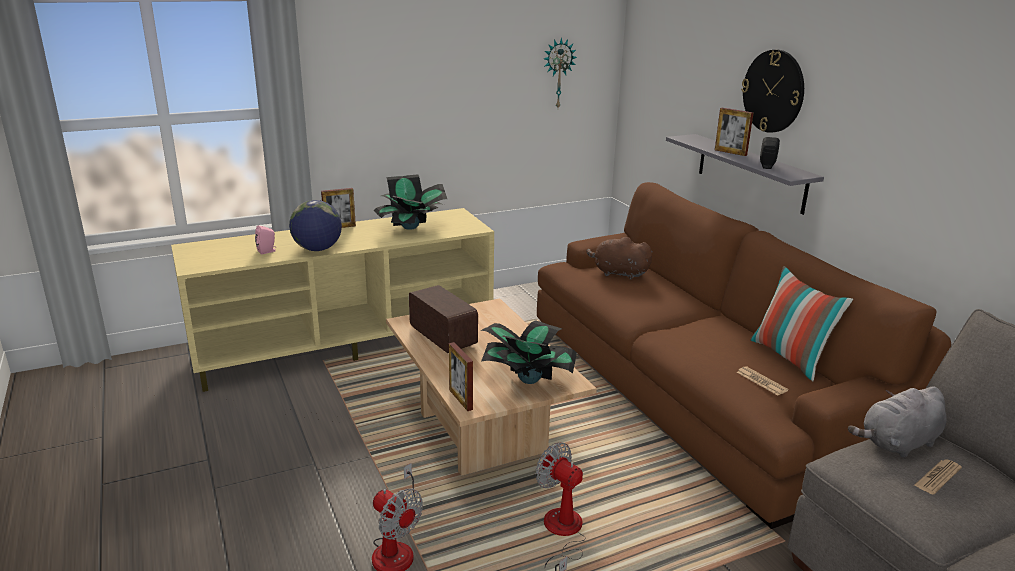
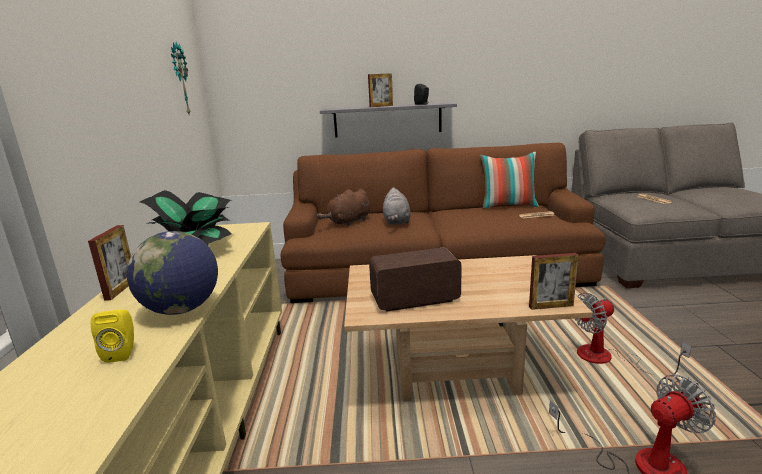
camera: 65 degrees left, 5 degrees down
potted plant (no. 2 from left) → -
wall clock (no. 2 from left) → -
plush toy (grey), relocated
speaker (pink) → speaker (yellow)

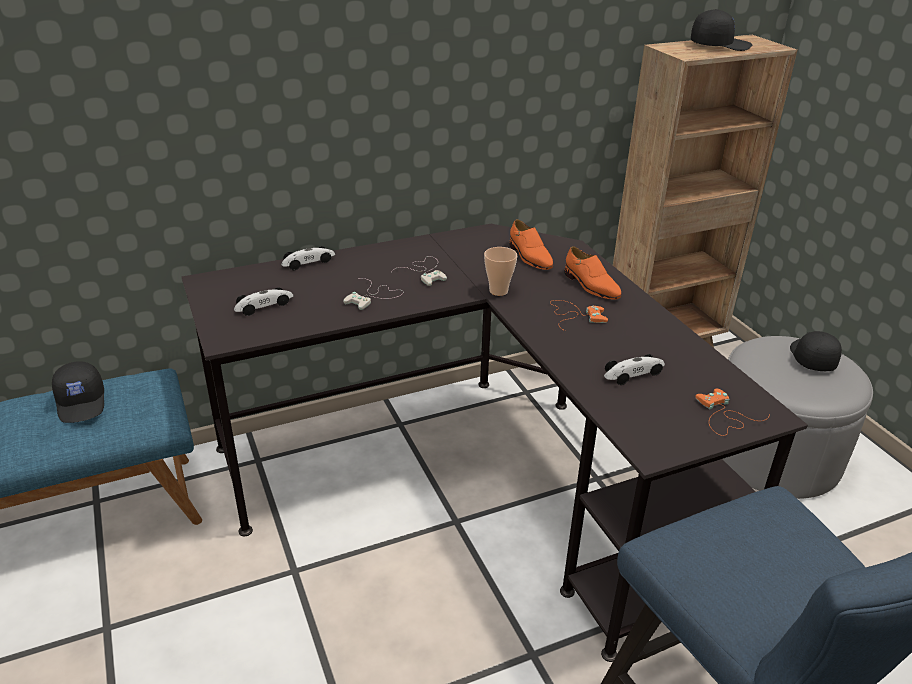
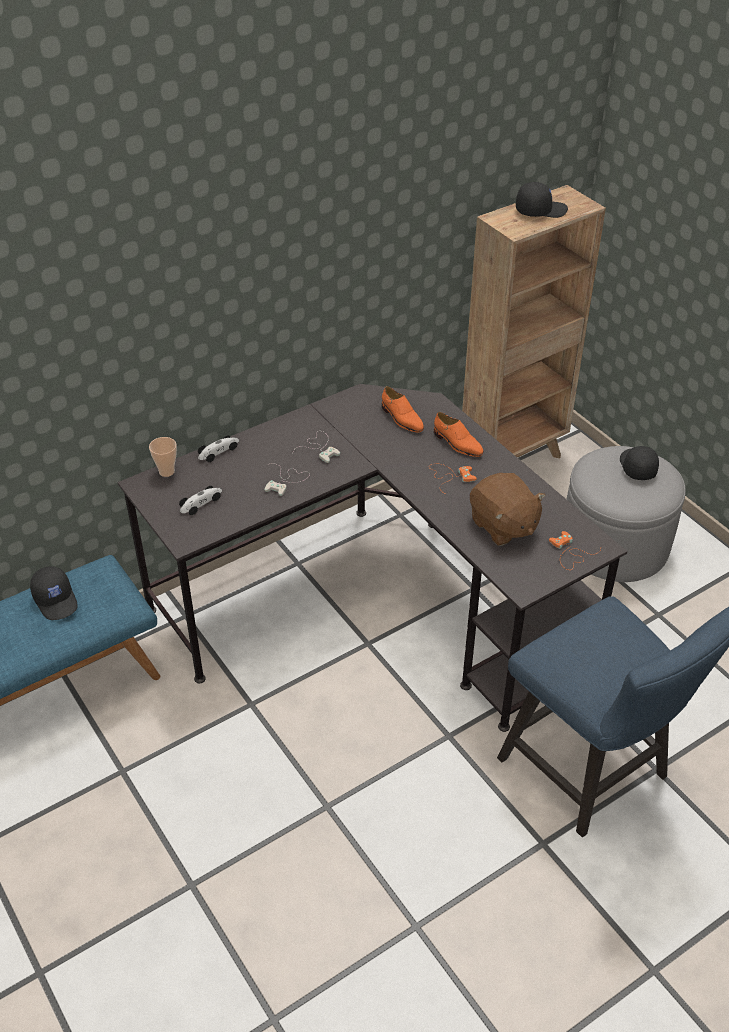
camera: 10 degrees left, 10 degrees up
cup, relocated
toy car (no. 3 from left) → plush toy (brown)

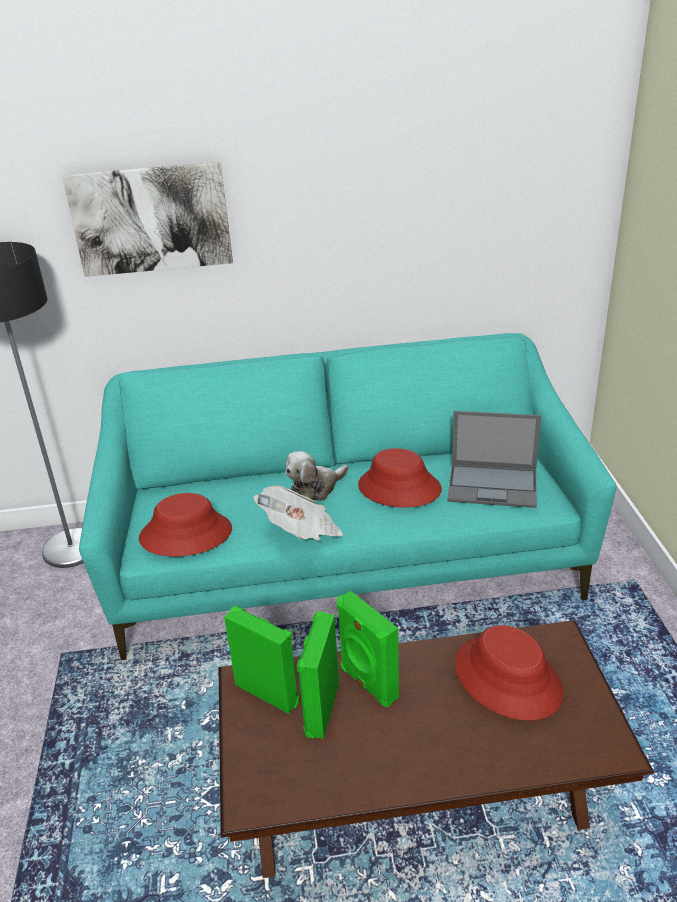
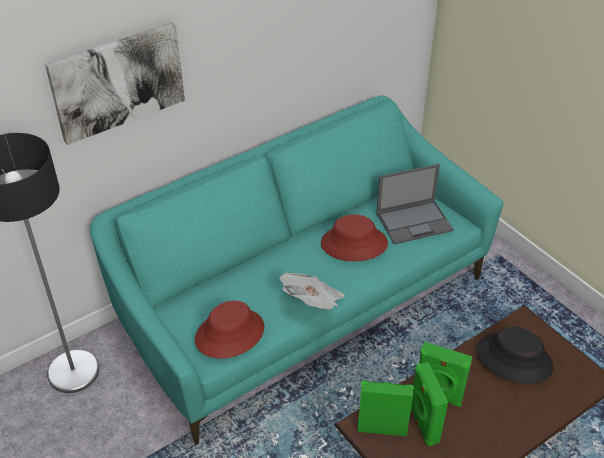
camera: 30 degrees left, 10 degrees up
plush toy → -
hat (red) (no. 3 from left) → hat (black)

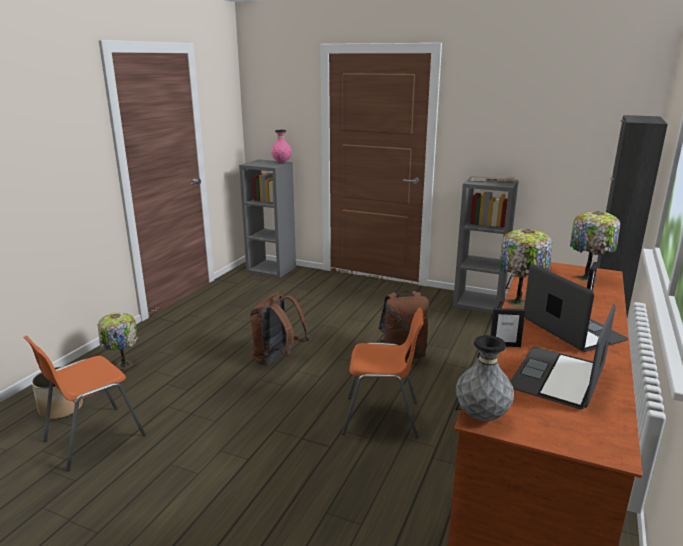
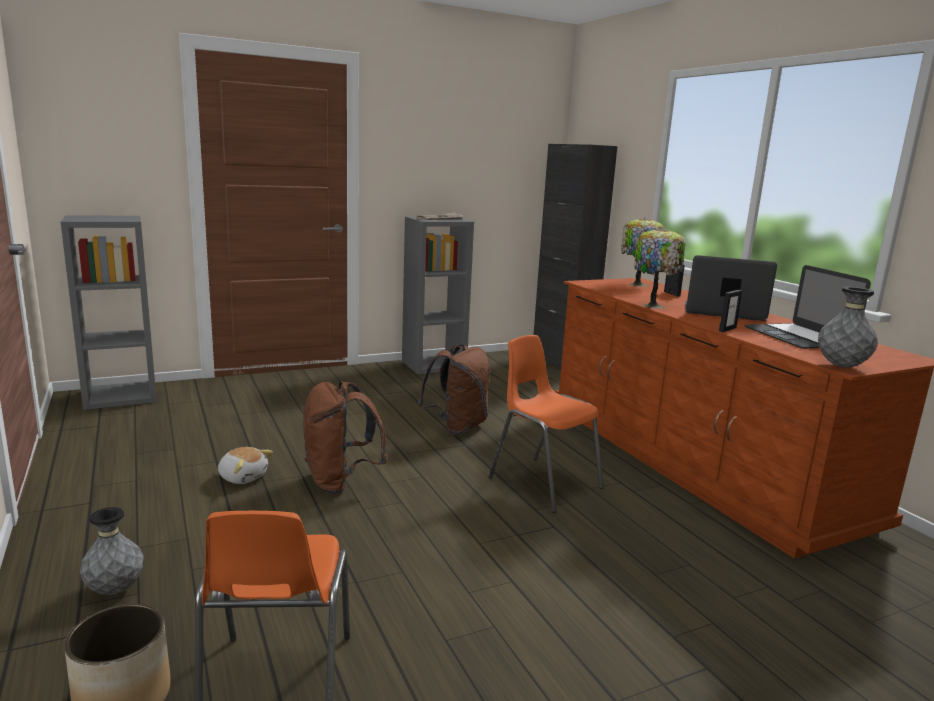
camera: 50 degrees left, 5 degrees down
vase (pink) → -
- → plush toy
table lamp (no. 1 from left) → vase (grey) (no. 1 from left)
chair (orange) (no. 2 from left), 90 degrees counterclockwise

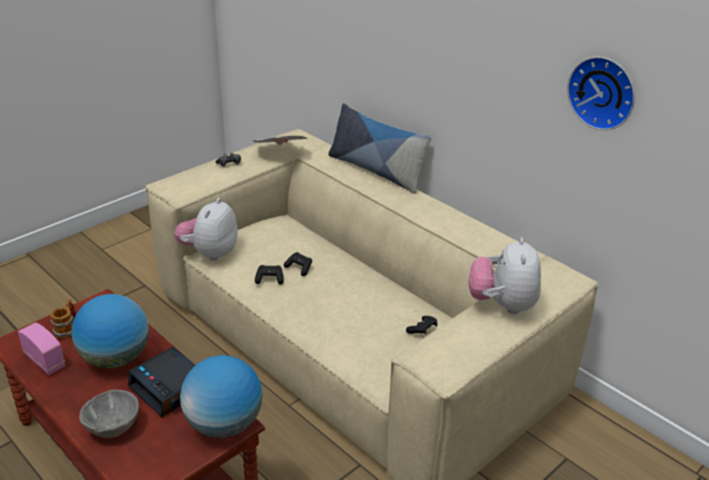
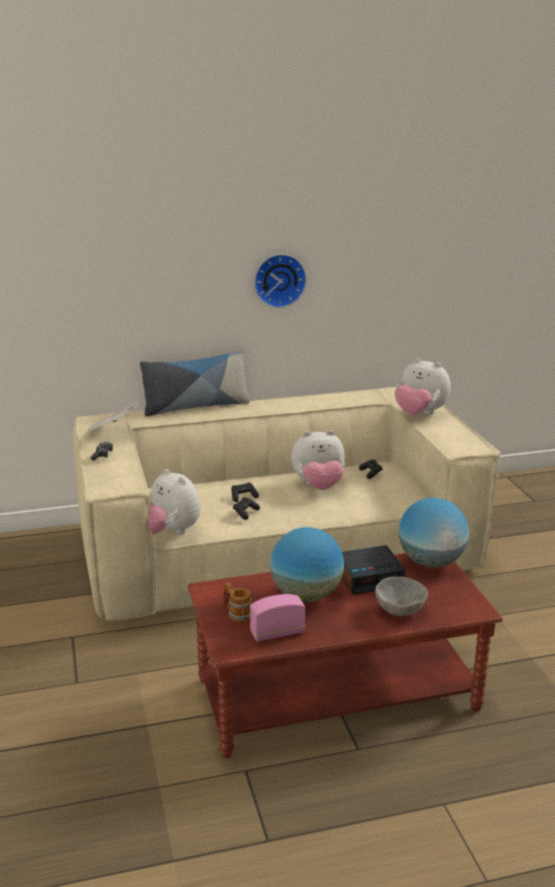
camera: 60 degrees left, 10 degrees down
- → plush toy (no. 2 from left)
wall clock, relocated

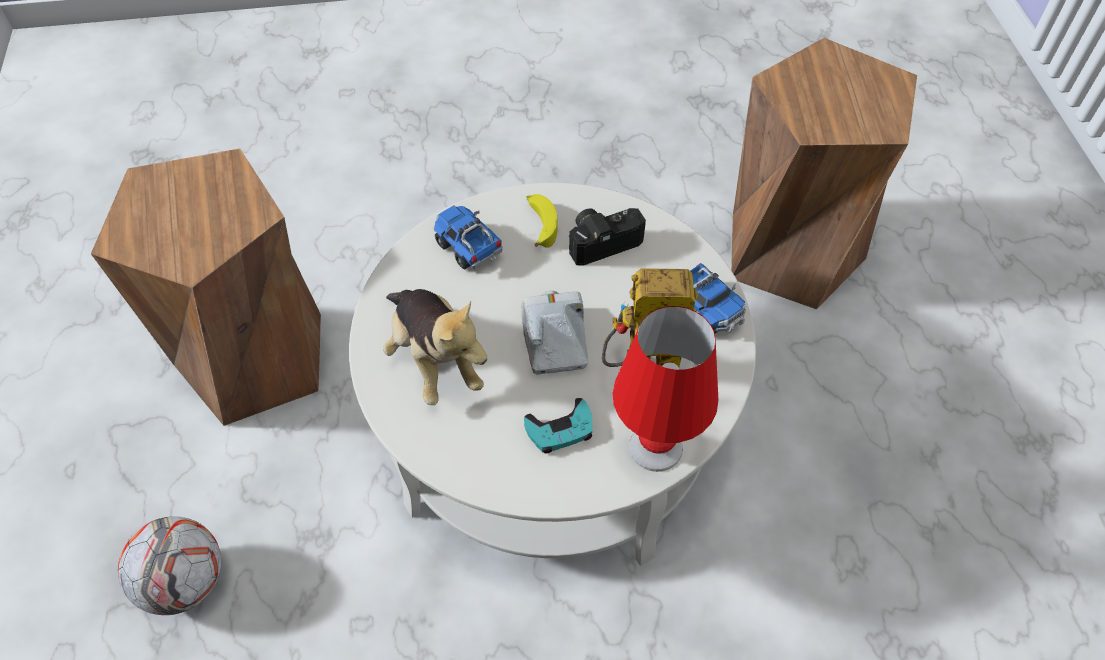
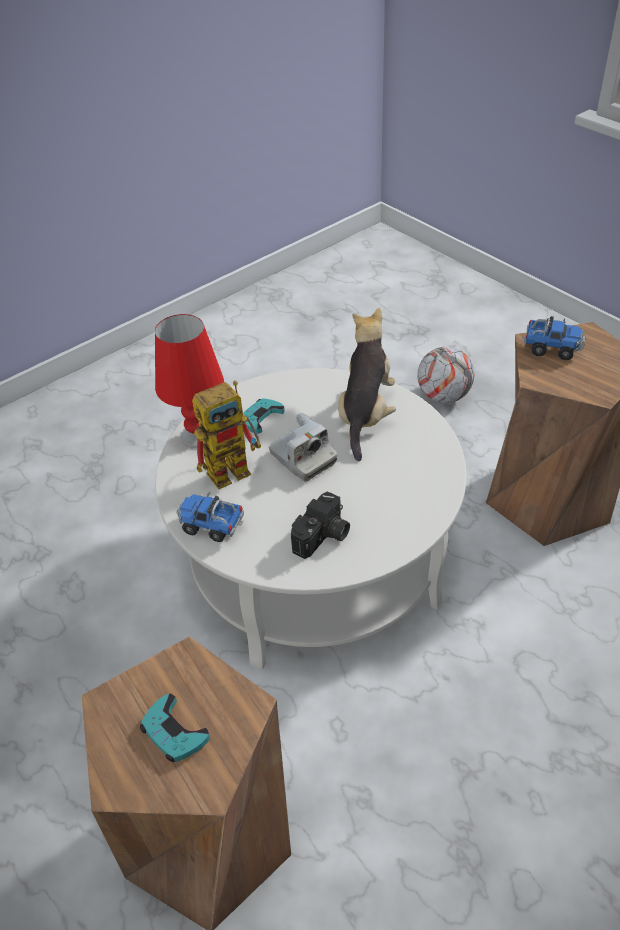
camera: 150 degrees right, 10 degrees down
banana → -
- → game controller (turquoise) (no. 1 from left)
toy truck (no. 1 from left in the first image) → toy truck (no. 2 from left), relocated
plush toy, 75 degrees clockwise

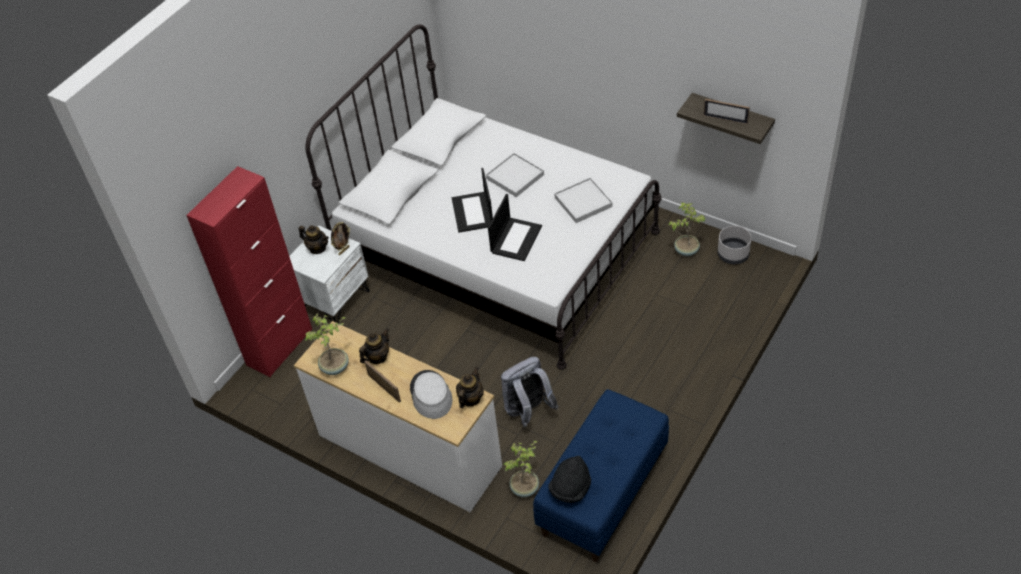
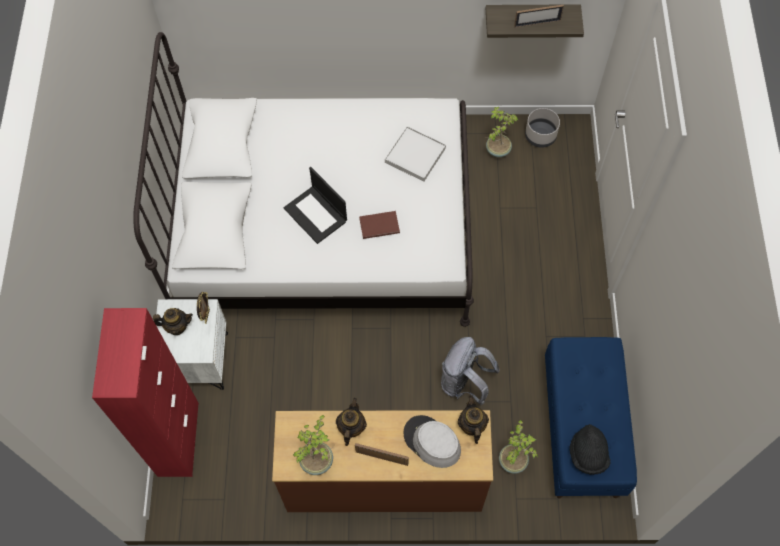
camera: 35 degrees left, 15 degrees up
tray (white) (no. 1 from left) → -
laptop (no. 2 from left) → book (brown)
dresser (white) → dresser (brown)

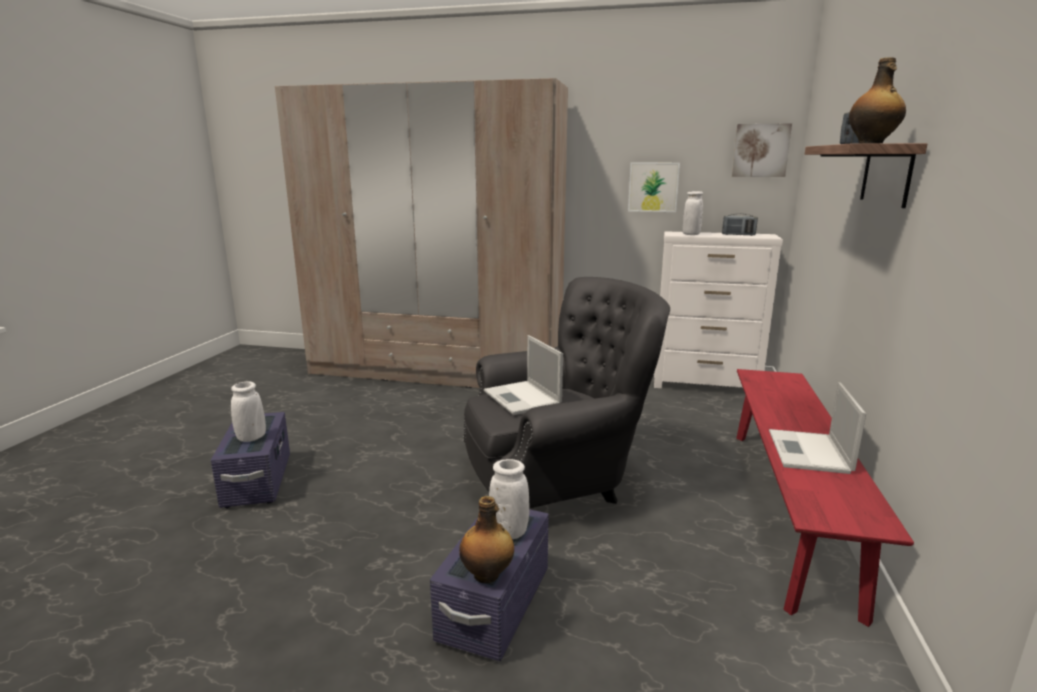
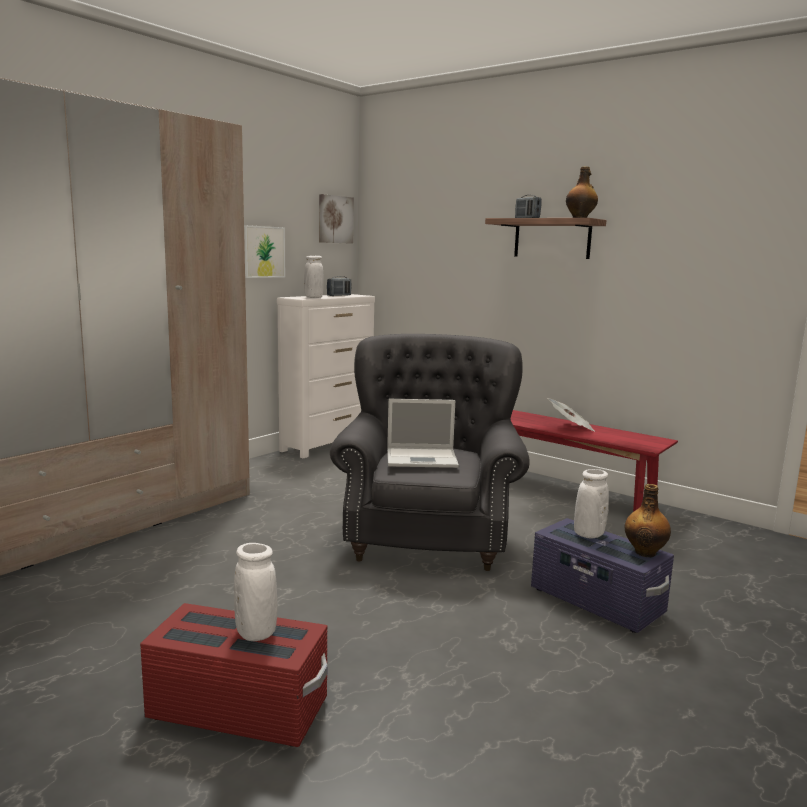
camera: 65 degrees left, 5 degrees down
laptop (no. 2 from left) → newspaper
storage box (purple) (no. 1 from left) → storage box (red)

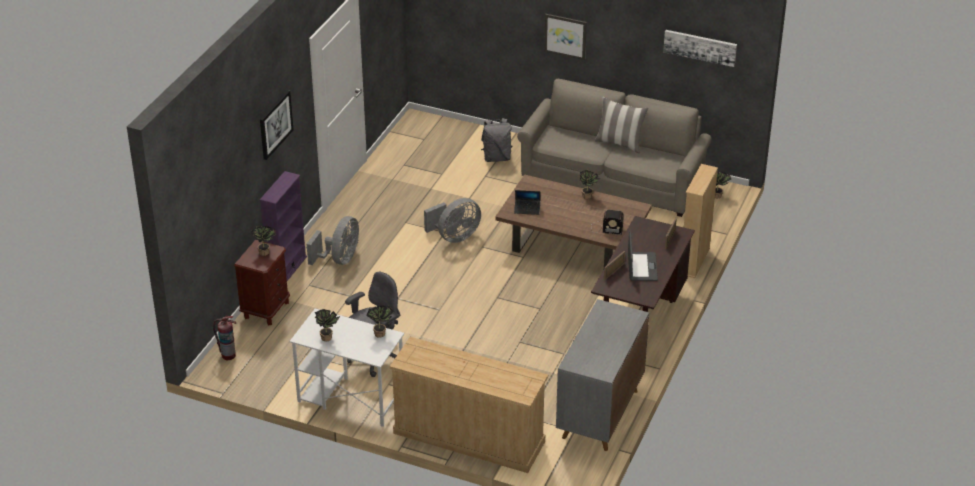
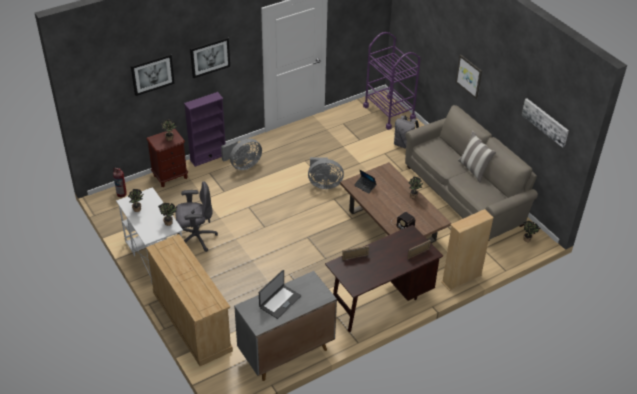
camera: 35 degrees right, 5 degrees up
- → picture (no. 1 from left)
- → cart (purple)
laptop (no. 2 from left in the first image) → laptop (no. 1 from left), relocated

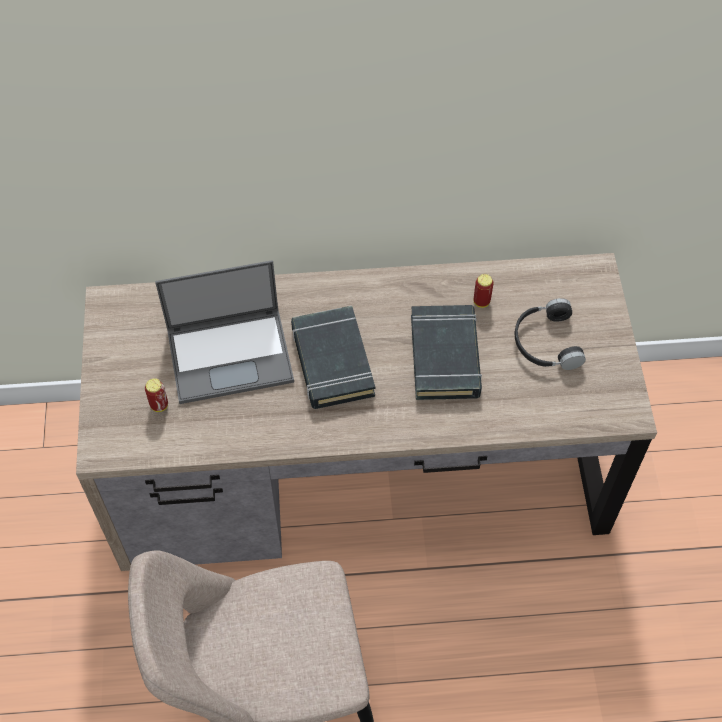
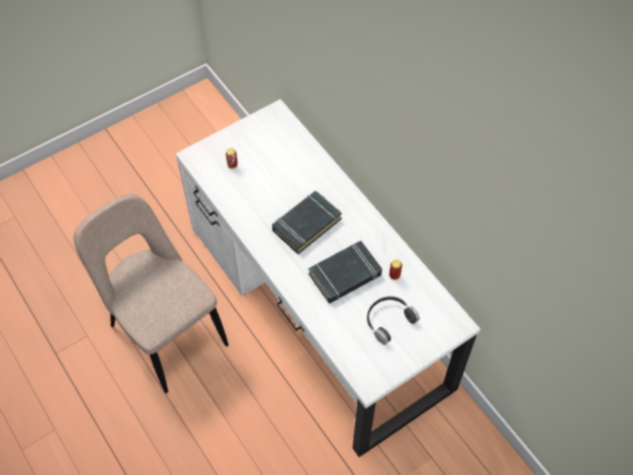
camera: 60 degrees right, 0 degrees up
laptop → -
desk (brown) → desk (white)

